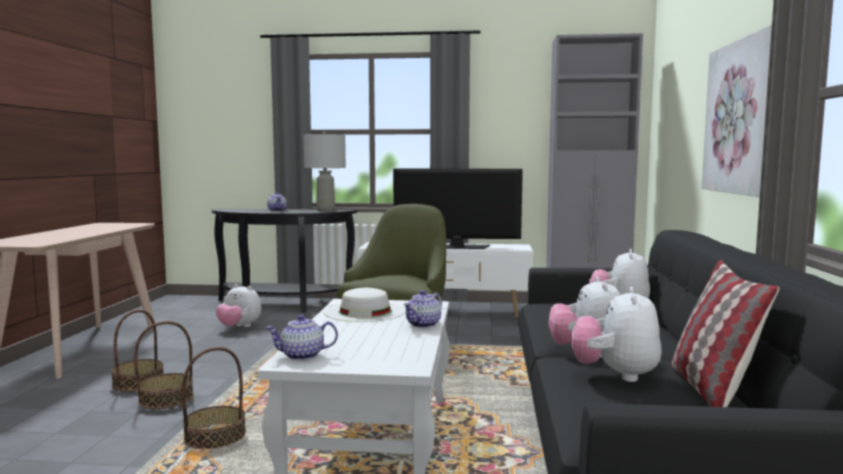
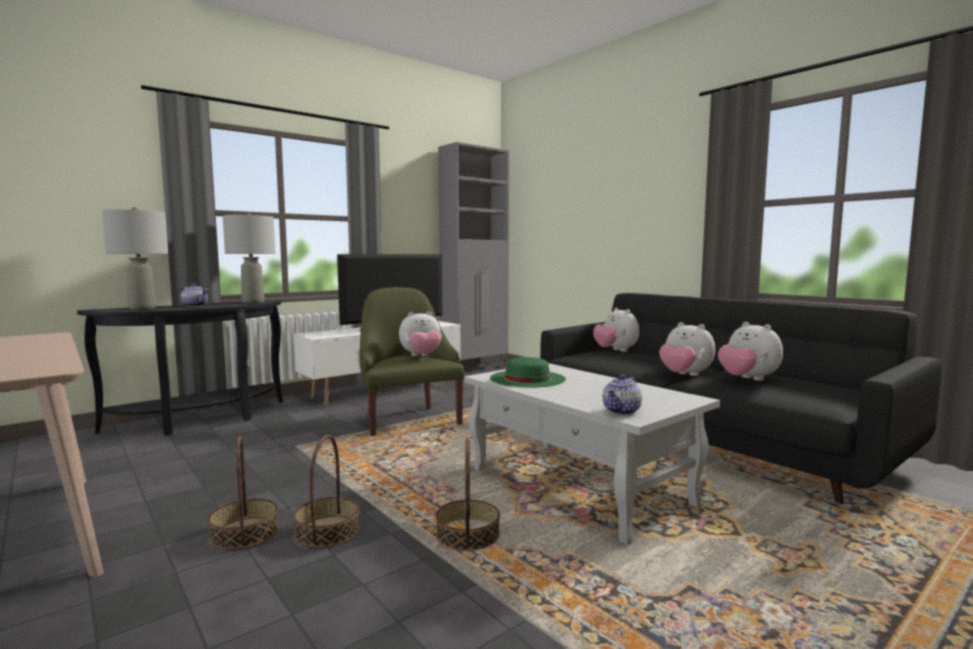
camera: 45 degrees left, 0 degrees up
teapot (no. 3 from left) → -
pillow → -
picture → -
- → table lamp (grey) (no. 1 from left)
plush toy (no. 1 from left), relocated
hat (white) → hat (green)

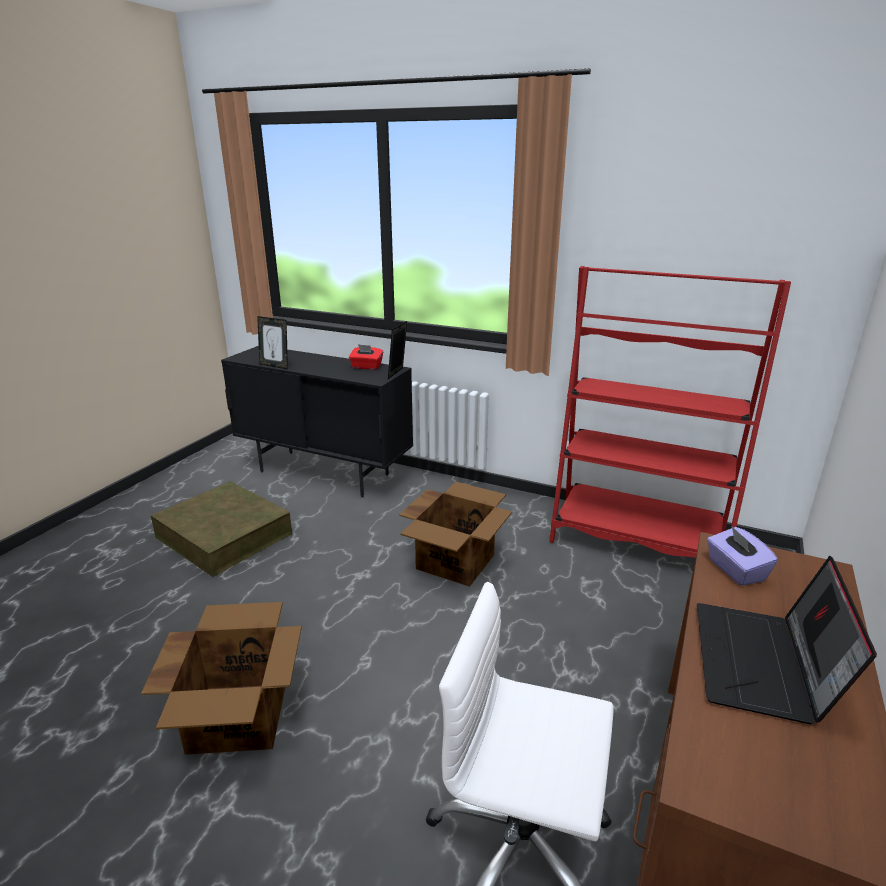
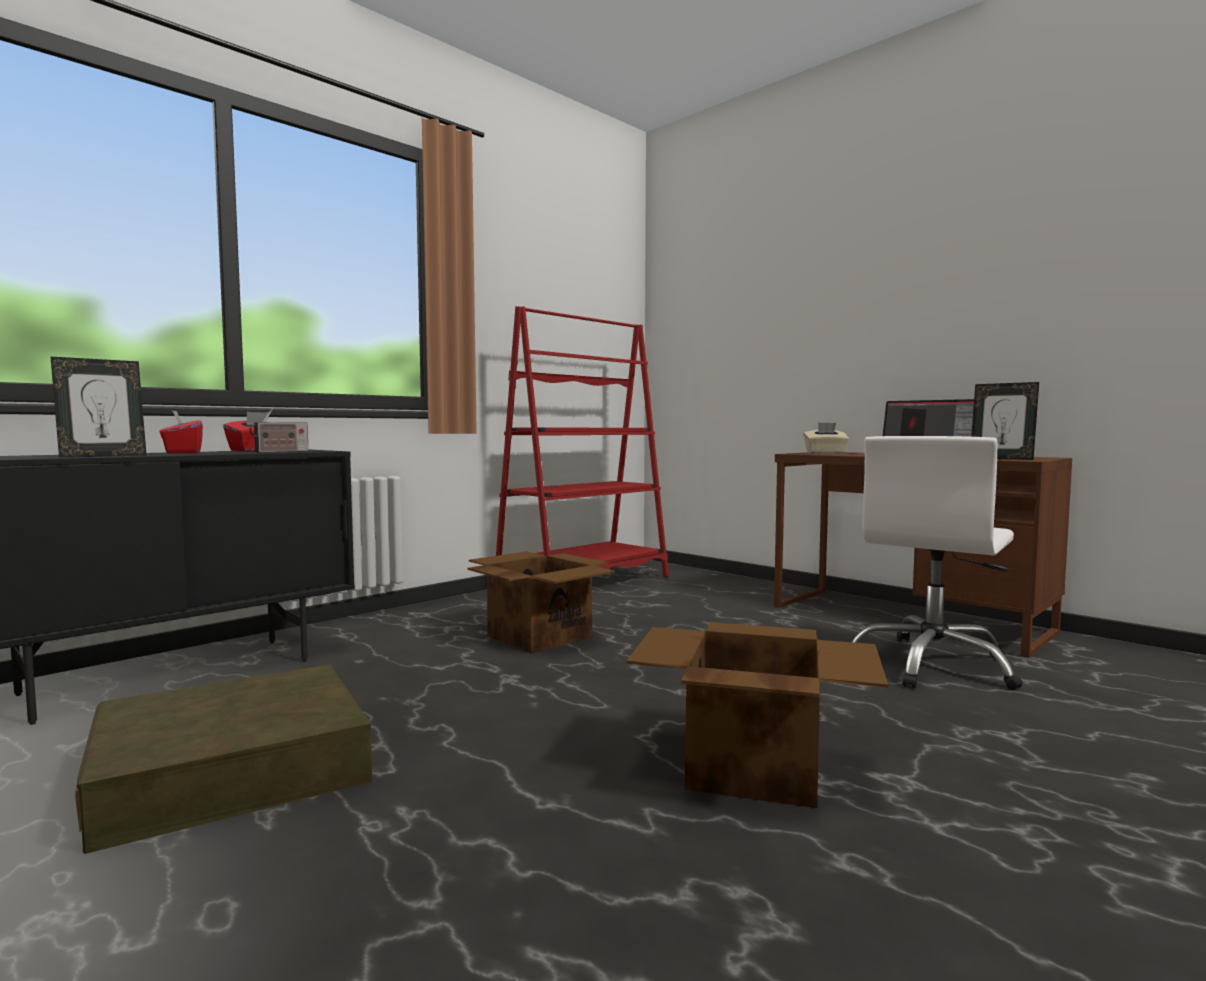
camera: 70 degrees left, 20 degrees down
- → tissue box (red) (no. 1 from left)
- → radio
picture frame (no. 2 from left), relocated
tissue box (purple) → tissue box (beige)

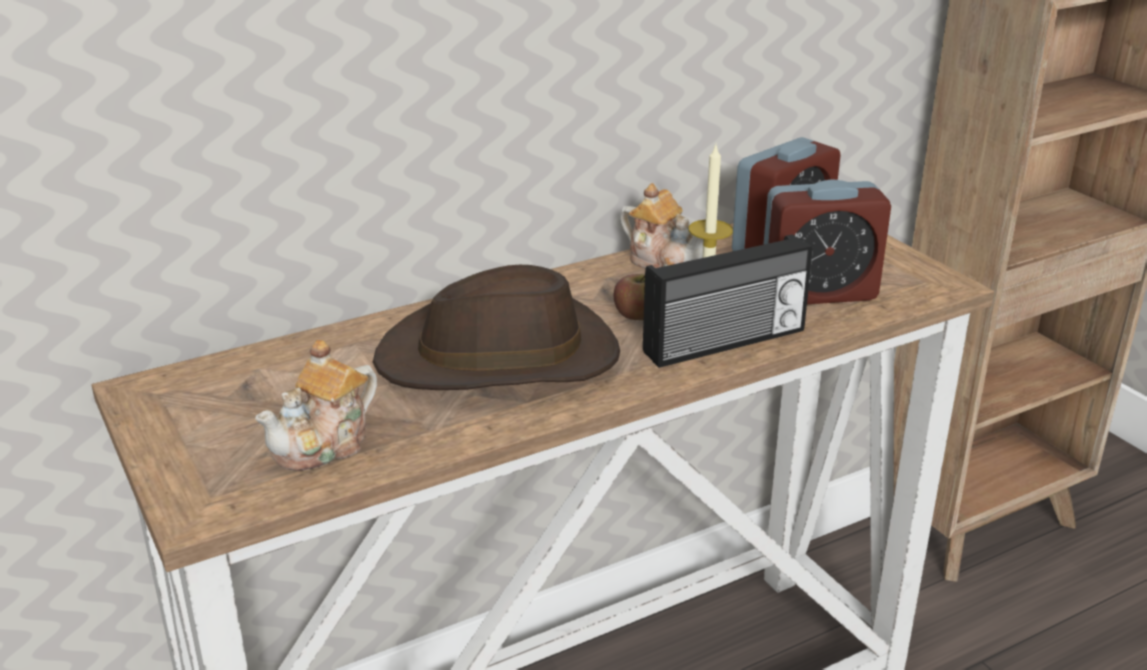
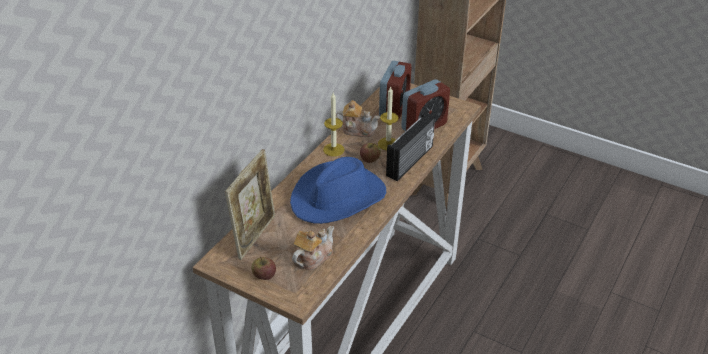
camera: 30 degrees left, 10 degrees up
- → picture frame
- → apple (no. 1 from left)
- → candle (no. 1 from left)
hat (brown) → hat (blue)
teapot (no. 1 from left), 150 degrees counterclockwise

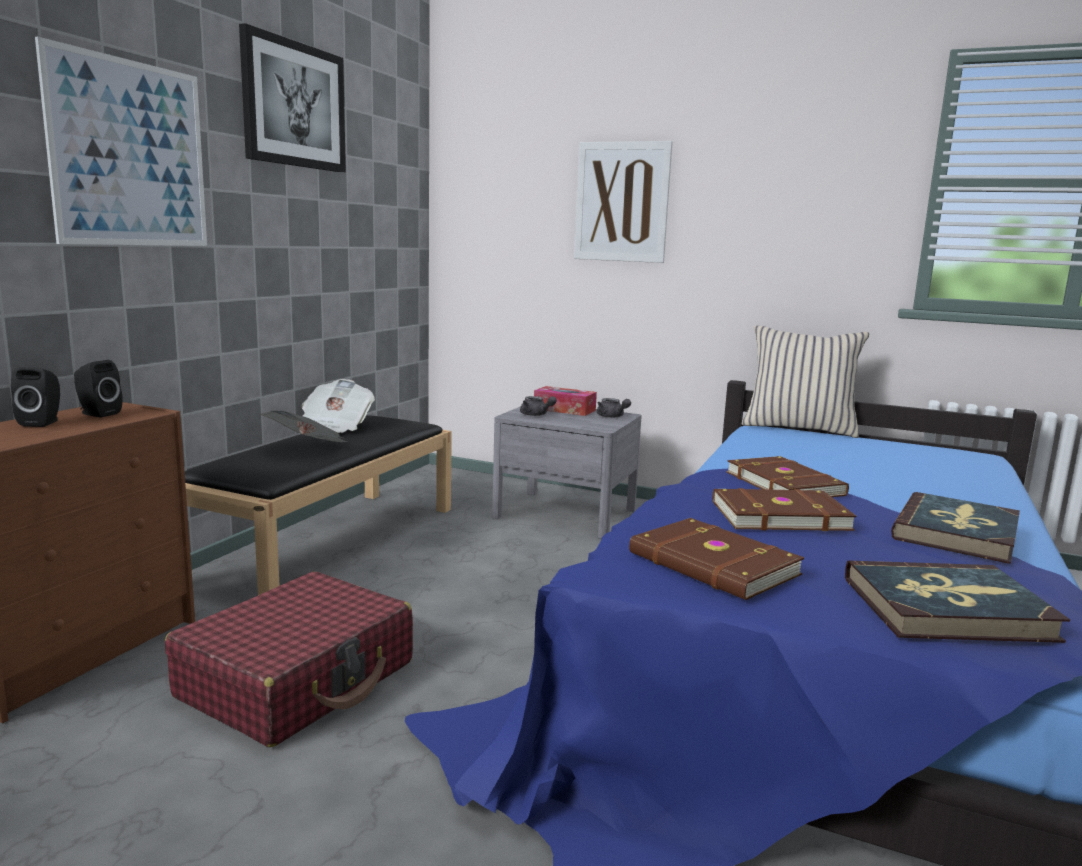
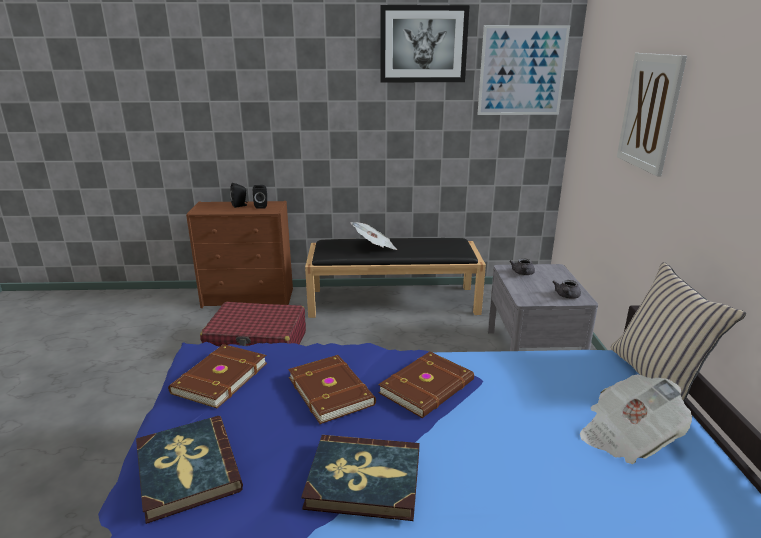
camera: 65 degrees right, 10 degrees up
tissue box → -
picture (no. 1 from left in the first image) → picture (no. 2 from left), relocated
newspaper (no. 2 from left), relocated

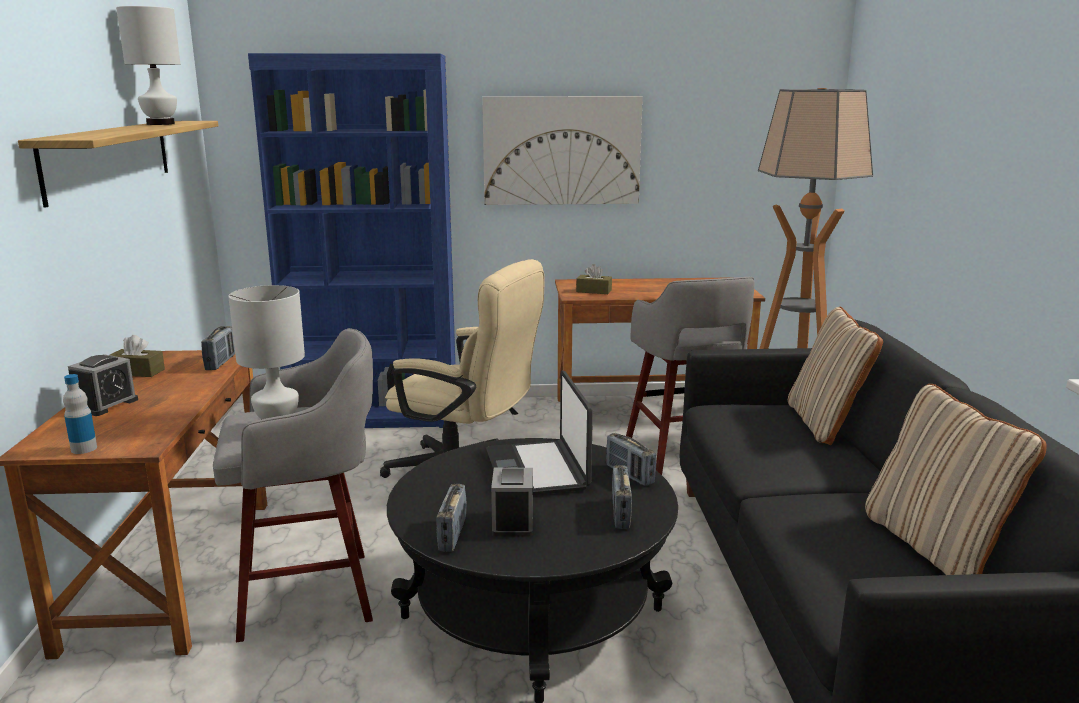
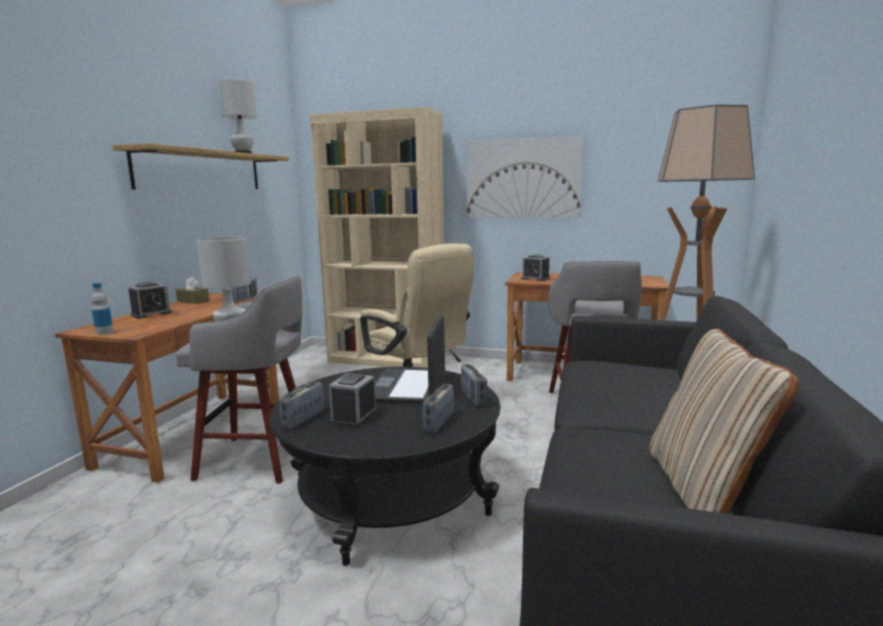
camera: 20 degrees right, 5 degrees down
pillow (beige) (no. 1 from left) → -
tissue box (brown) (no. 2 from left) → alarm clock (no. 3 from left)
bookcase (blue) → bookcase (beige)

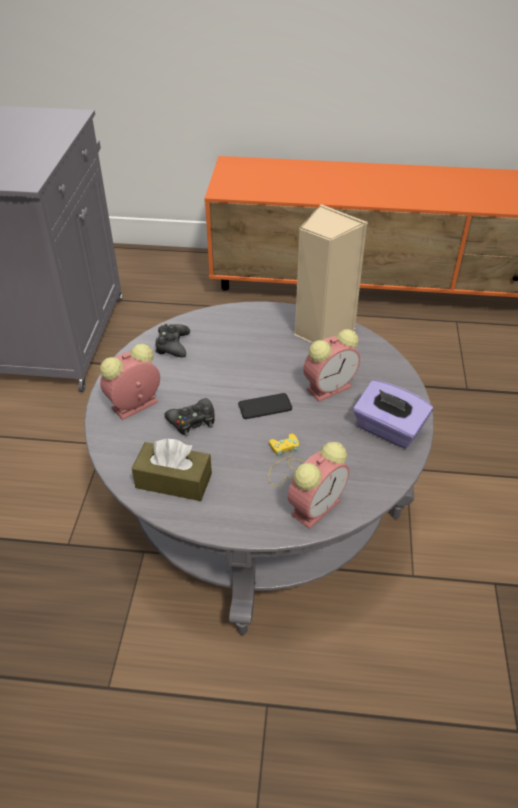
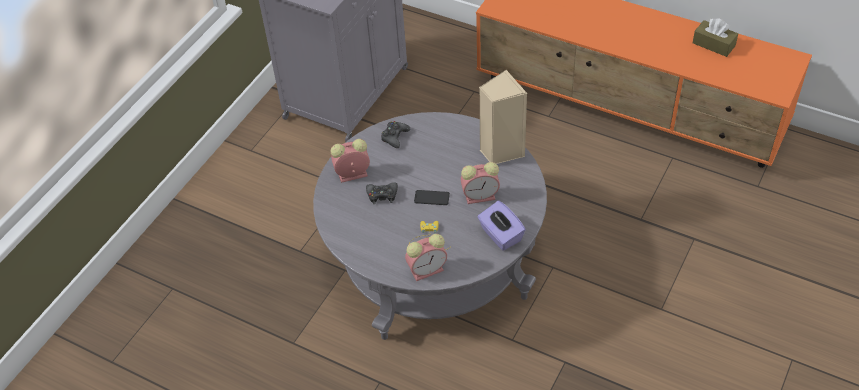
camera: 25 degrees right, 5 degrees up
tissue box (brown), relocated

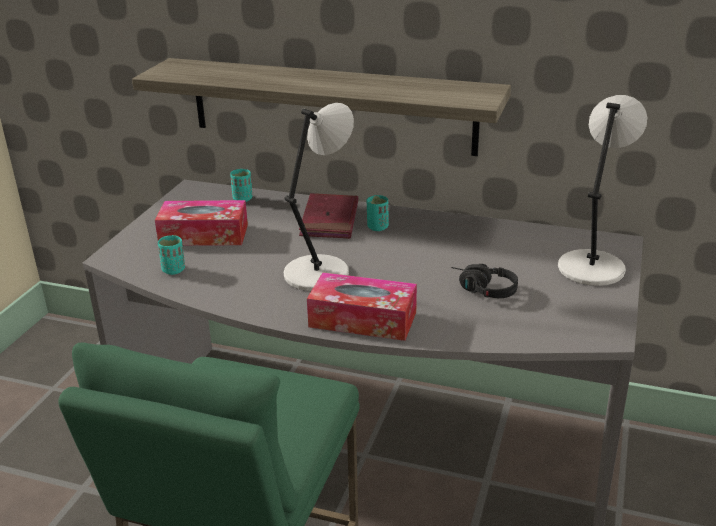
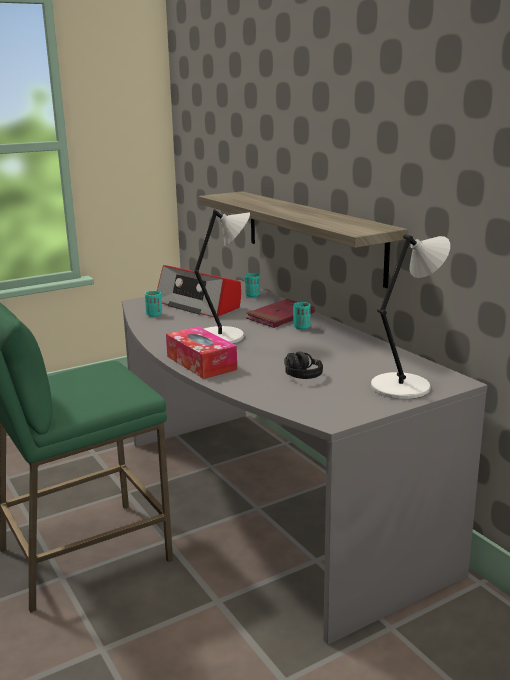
camera: 40 degrees right, 10 degrees down
tissue box (no. 1 from left) → radio

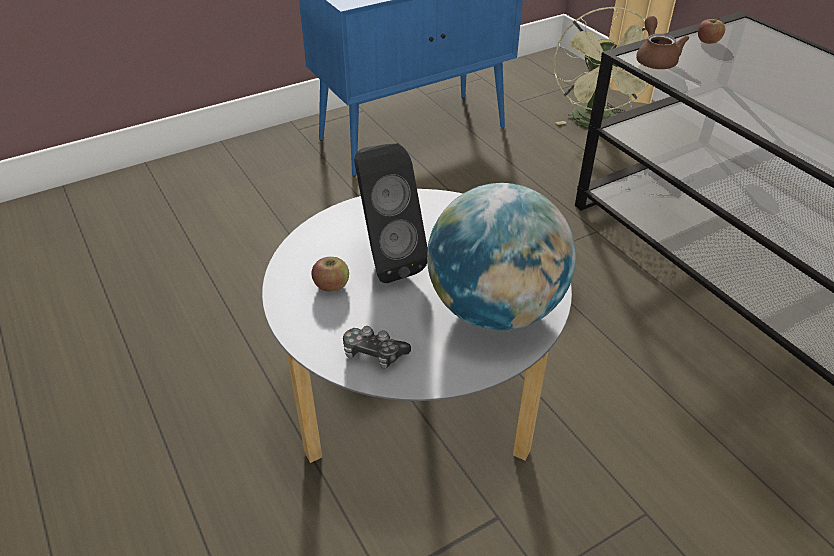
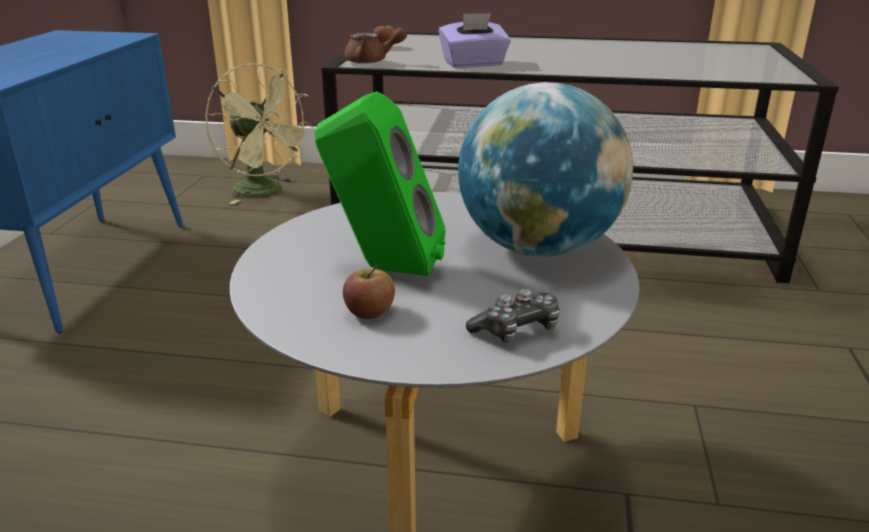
camera: 50 degrees left, 15 degrees down
- → tissue box (purple)
speaker (black) → speaker (green)
teapot (brown), 150 degrees clockwise

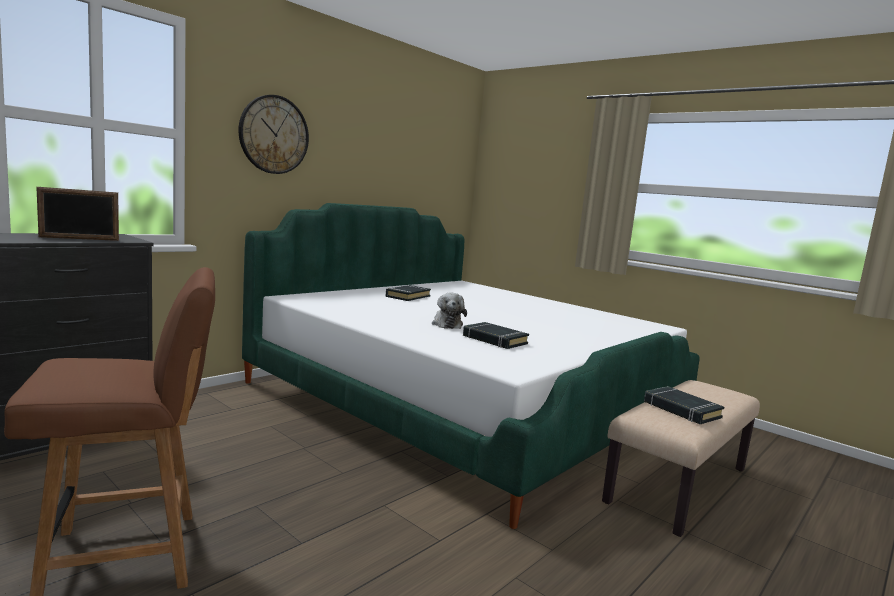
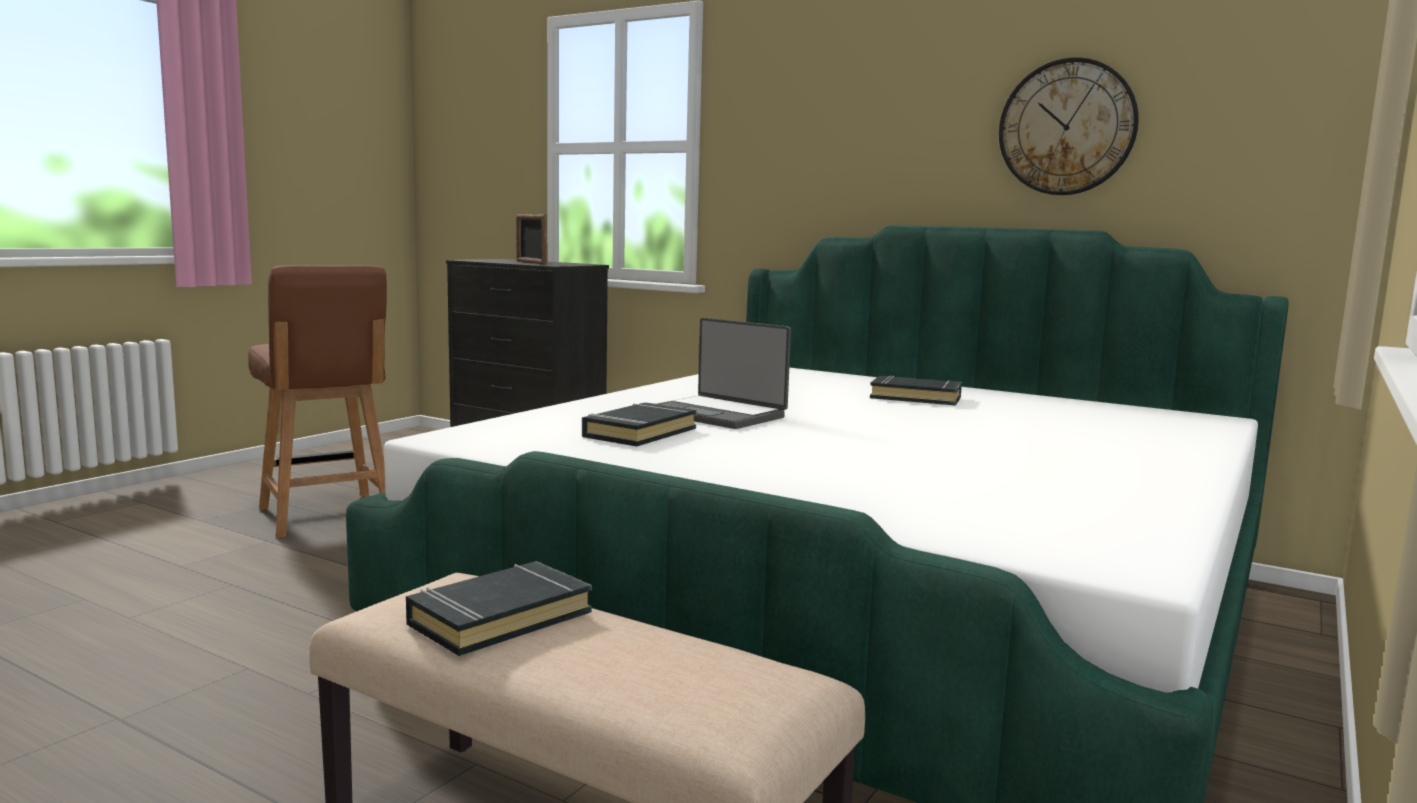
camera: 80 degrees right, 0 degrees up
wall clock, relocated
plush toy → laptop

